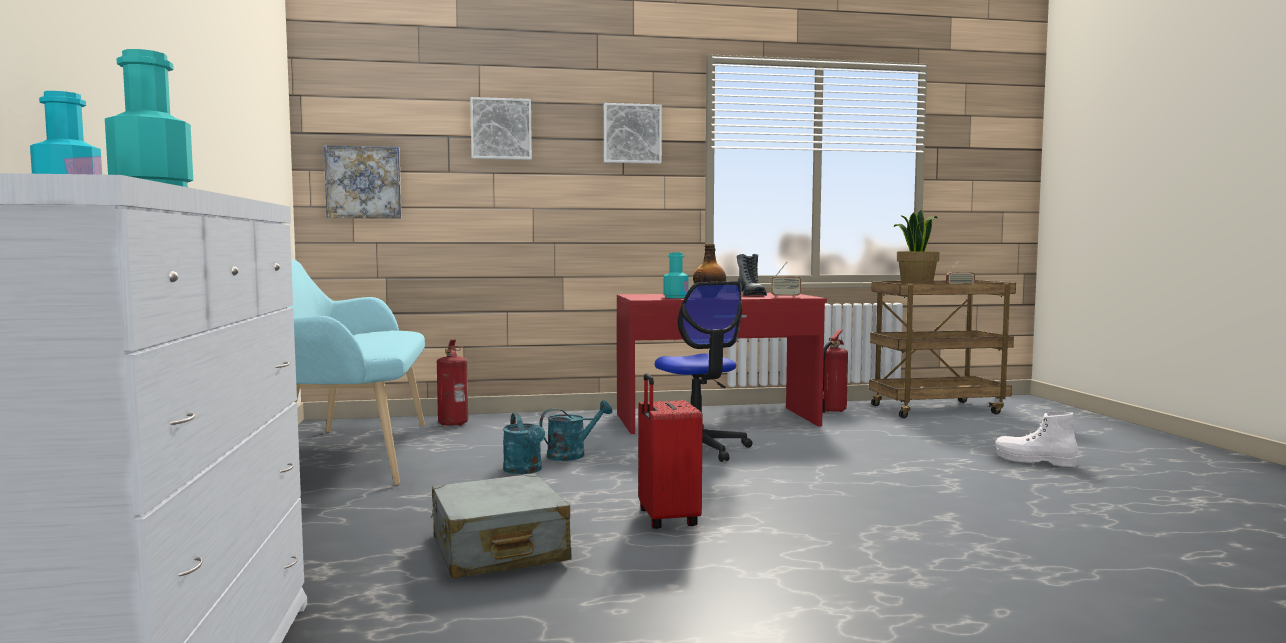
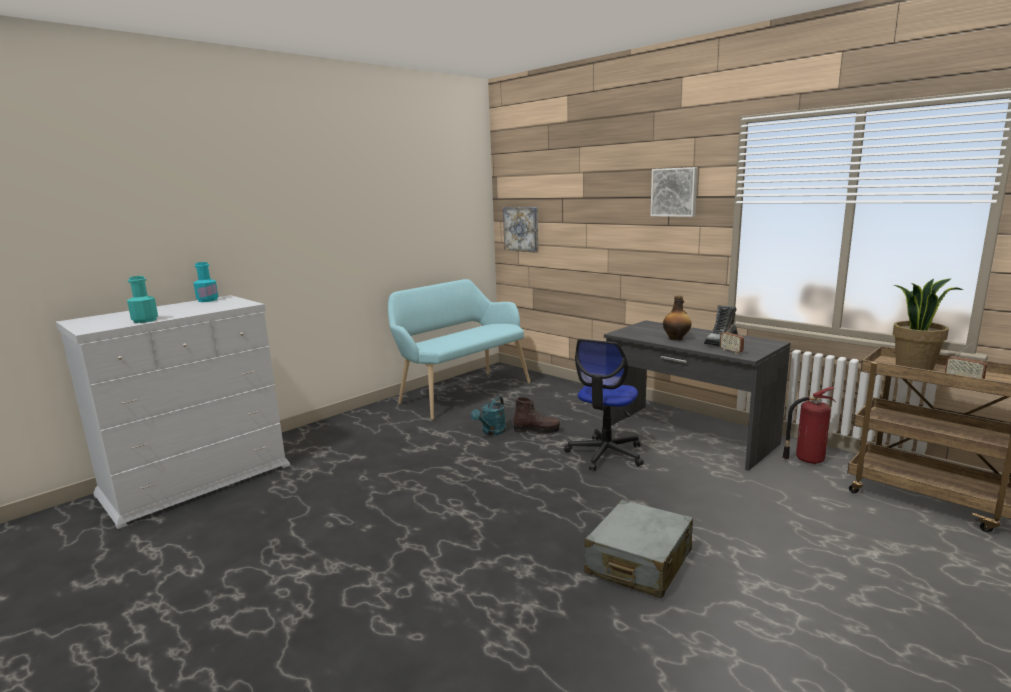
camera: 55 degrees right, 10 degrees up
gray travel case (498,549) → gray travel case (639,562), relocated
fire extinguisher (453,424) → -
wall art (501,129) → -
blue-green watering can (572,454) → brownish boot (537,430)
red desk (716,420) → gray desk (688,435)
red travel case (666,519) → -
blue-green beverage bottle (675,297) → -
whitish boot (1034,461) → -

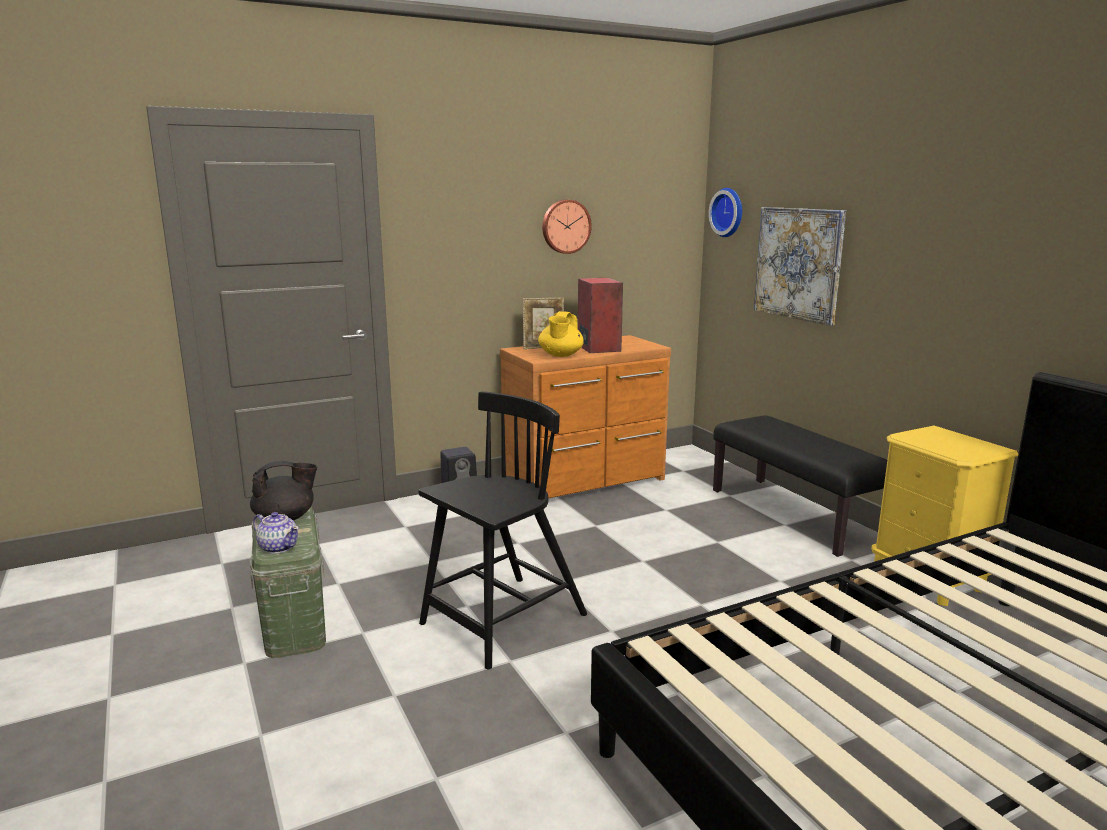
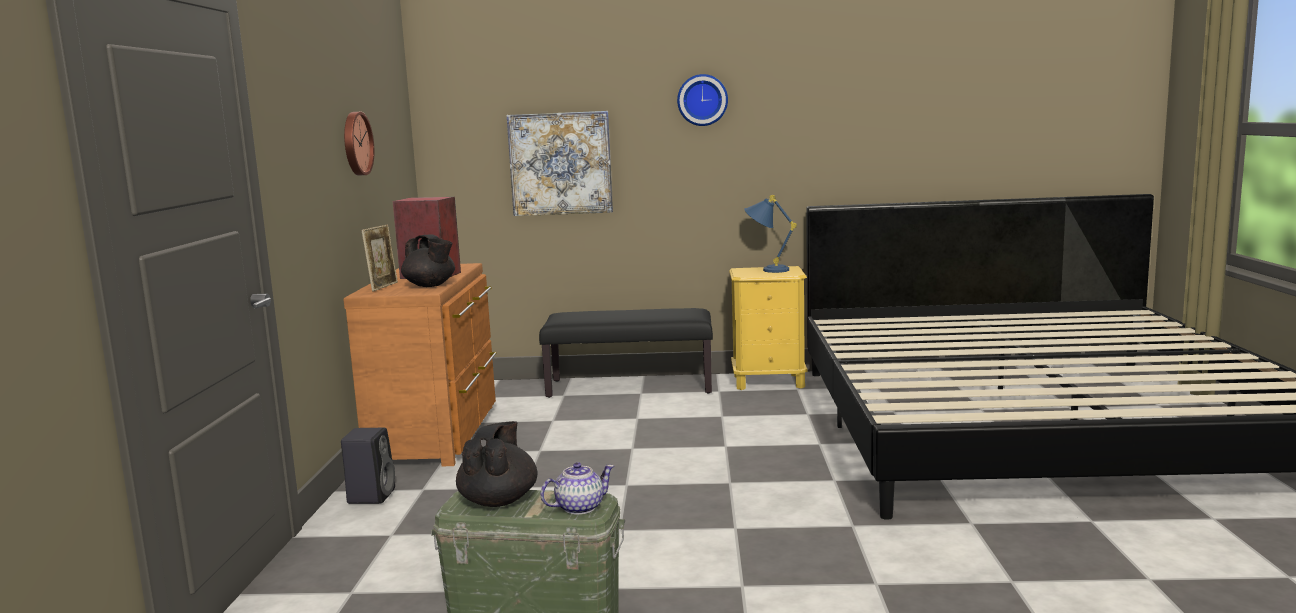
camera: 60 degrees left, 5 degrees down
blackish plain chair (502,621) → -
yellow-coloured tea pot (560,355) → blackish tea pot (430,285)
hanging clock (729,212) → hanging clock (702,100), relocated
- → bluish tabletop lamp (766,270)

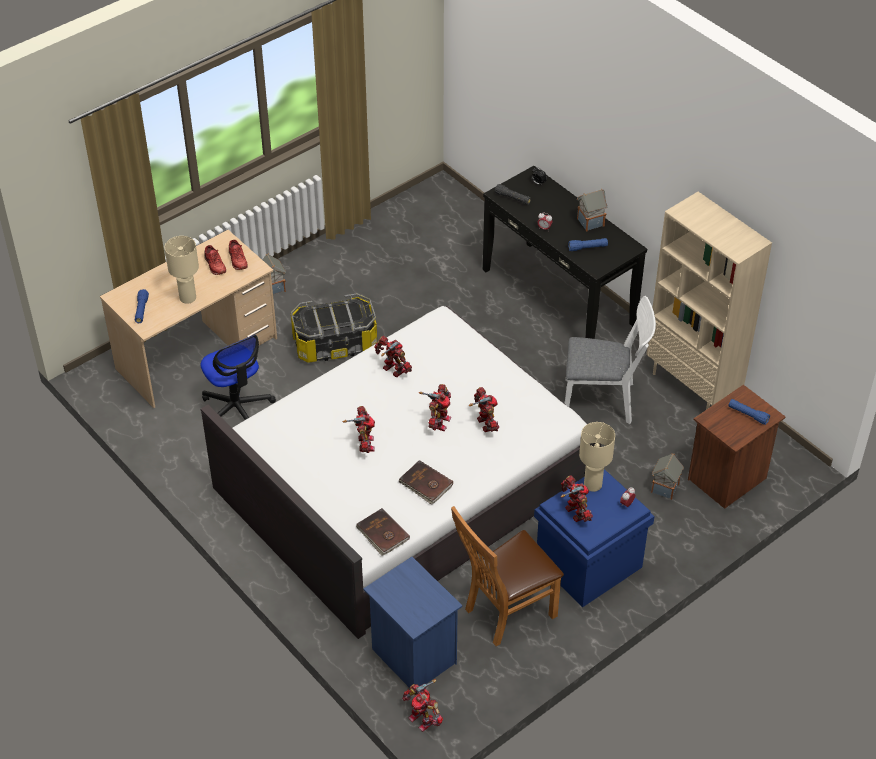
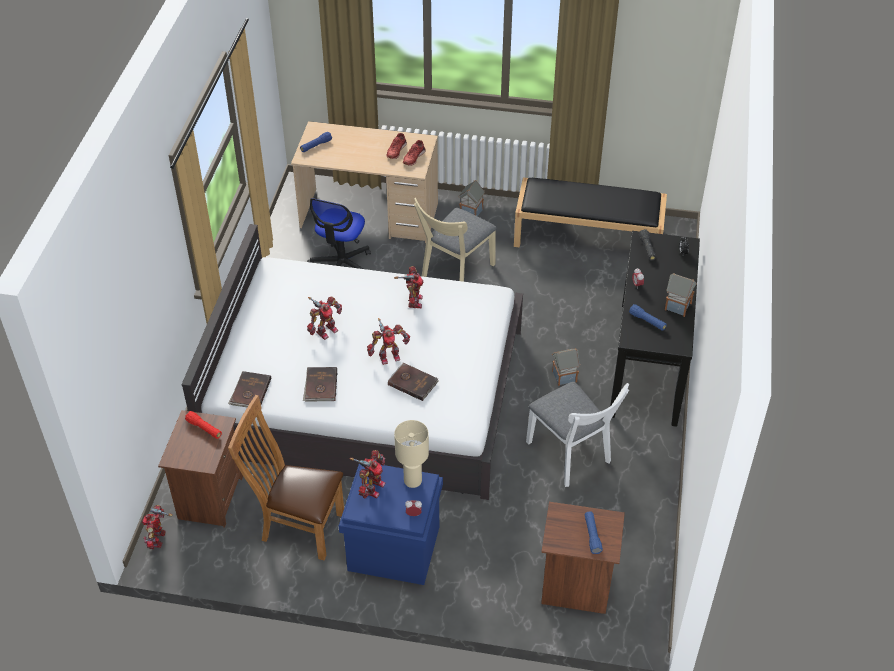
camera: 50 degrees right, 0 degrees up
beige-coloured tabletop lamp (187,297) → -
storage container (335,344) → beige-coloured plain chair (455,274)
bluish nightstand (412,657) → brownish nightstand (209,498)
robot figure (485,424) → brownish volume (413,382)
beige-coloured shelving unit (693,386) → -
toy house (665,489) → toy house (563,377), relocated
- → red torch (204,428)
- → blackish indoor bench (589,237)

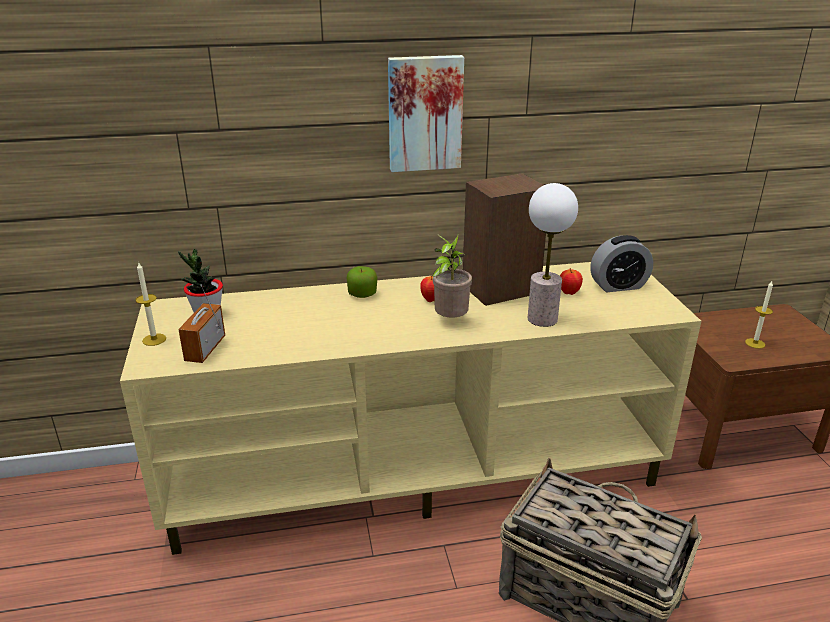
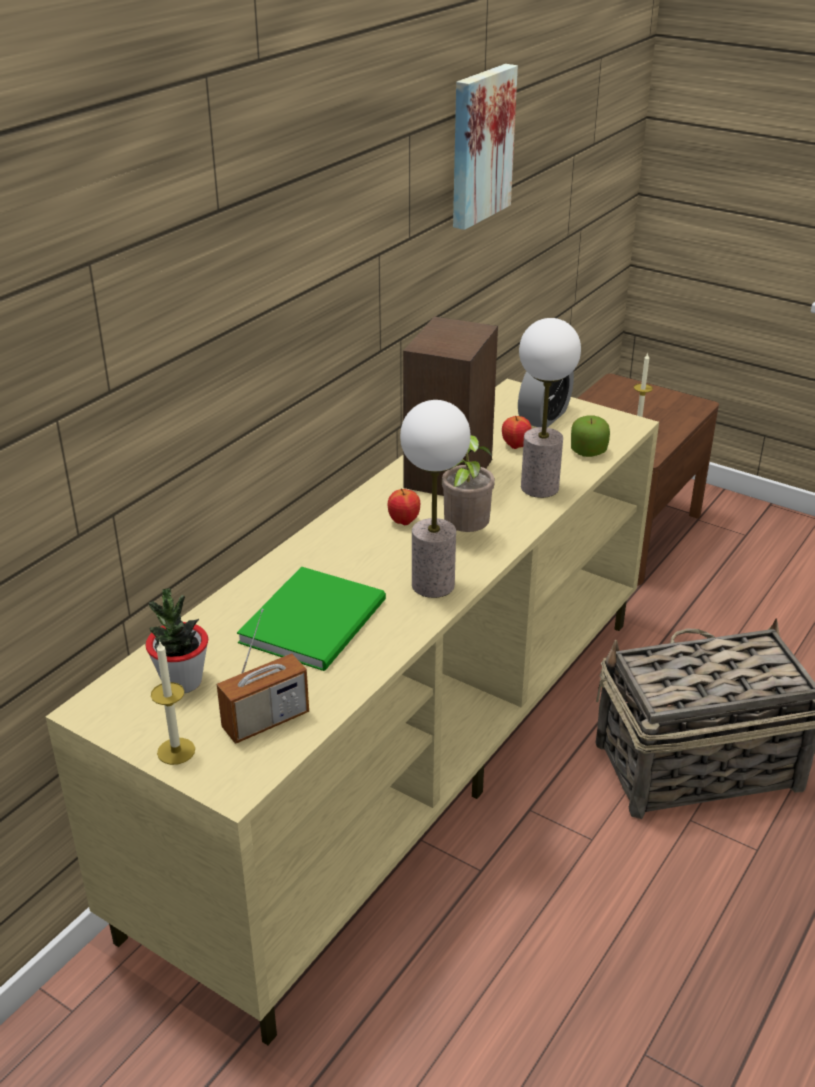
camera: 45 degrees left, 5 degrees up
radio receiver (205,349) → radio receiver (266,721), 90 degrees counterclockwise
whole apple (362,294) → whole apple (588,451), relocated
wall art (424,113) → wall art (479,145), relocated
- → green-coloured volume (318,620)
- → tabletop lamp (433,585)

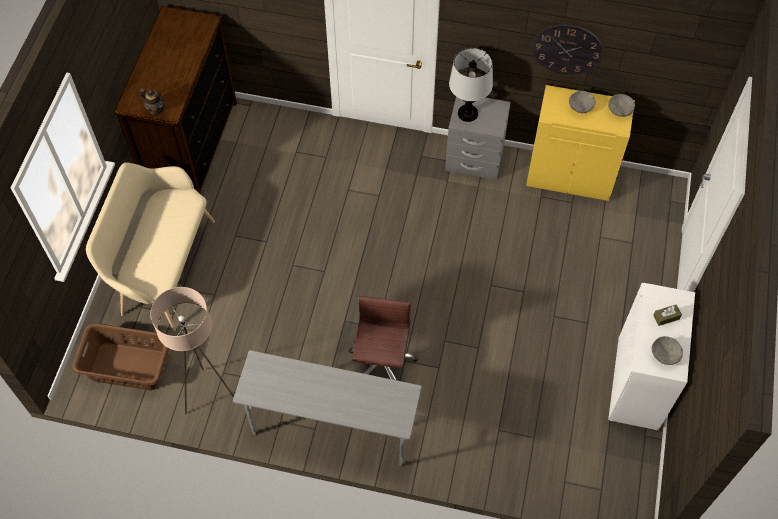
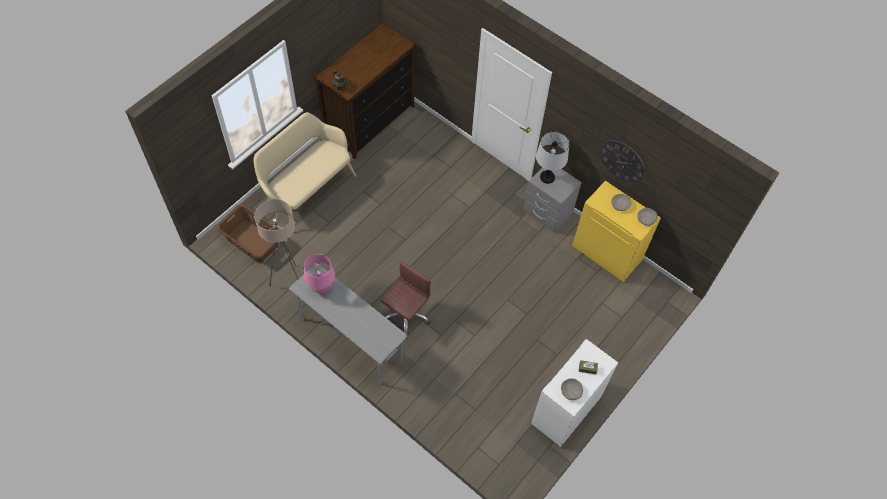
camera: 25 degrees right, 0 degrees up
- → pink-coloured tabletop lamp (321,287)

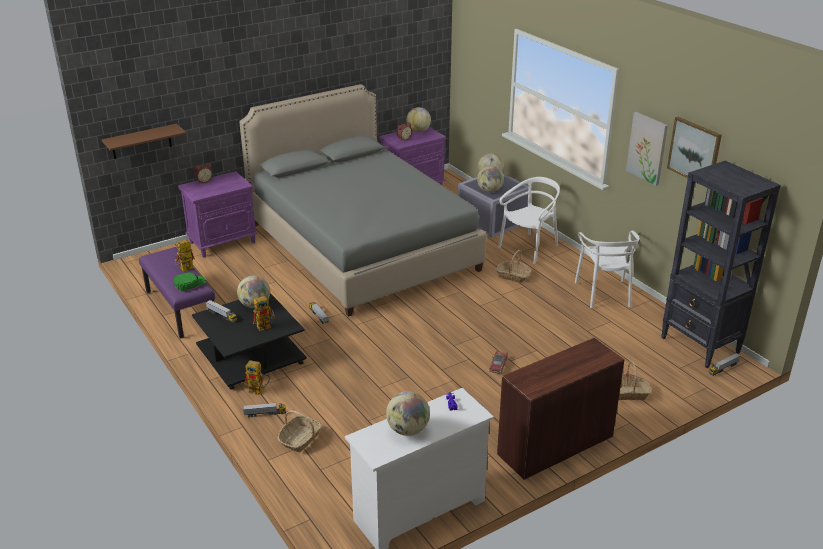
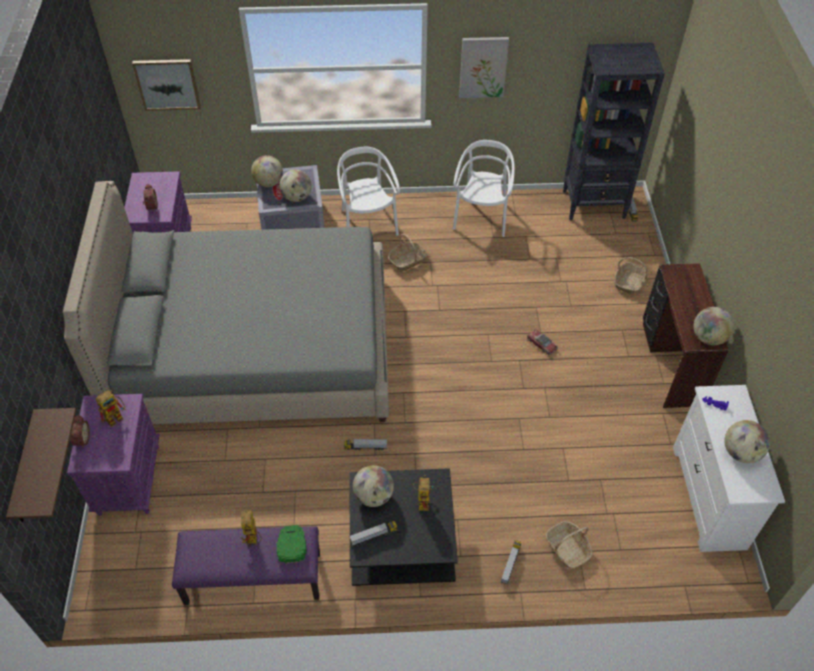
camera: 60 degrees left, 20 degrees up
robot figure (259,390) → robot figure (117,416), relocated
world globe (418,131) → world globe (708,338), relocated
whitish plain chair (604,293) → whitish plain chair (482,217), 105 degrees counterclockwise
wall art (694,151) → wall art (167,84), relocated

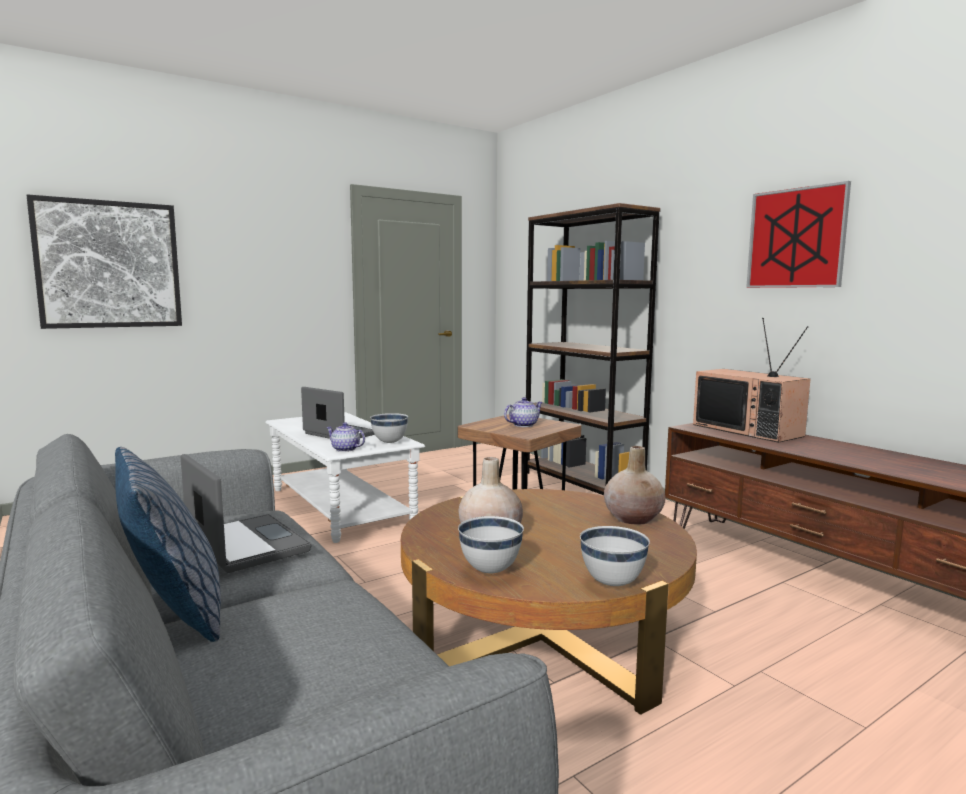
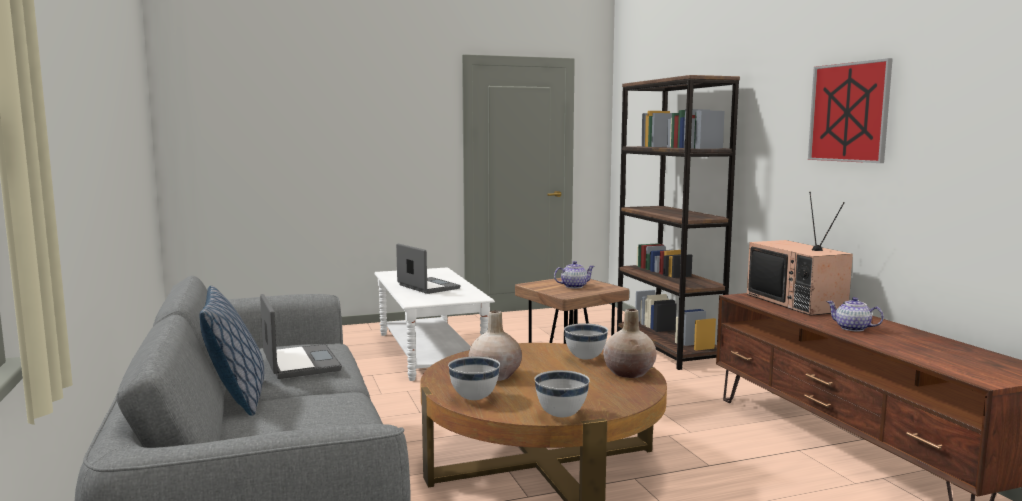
camera: 15 degrees right, 0 degrees up
wall art (109,264) → -
tea pot (345,449) → tea pot (853,328), relocated
whitish serving bowl (389,442) → whitish serving bowl (585,358), relocated

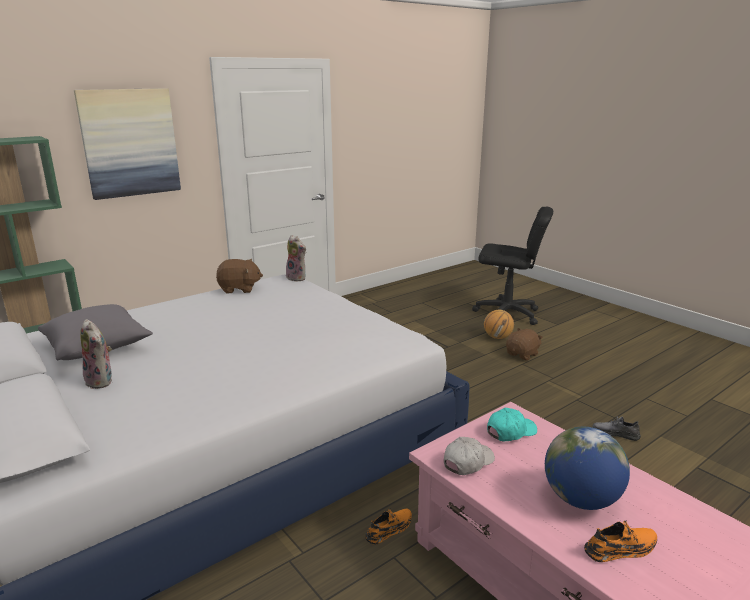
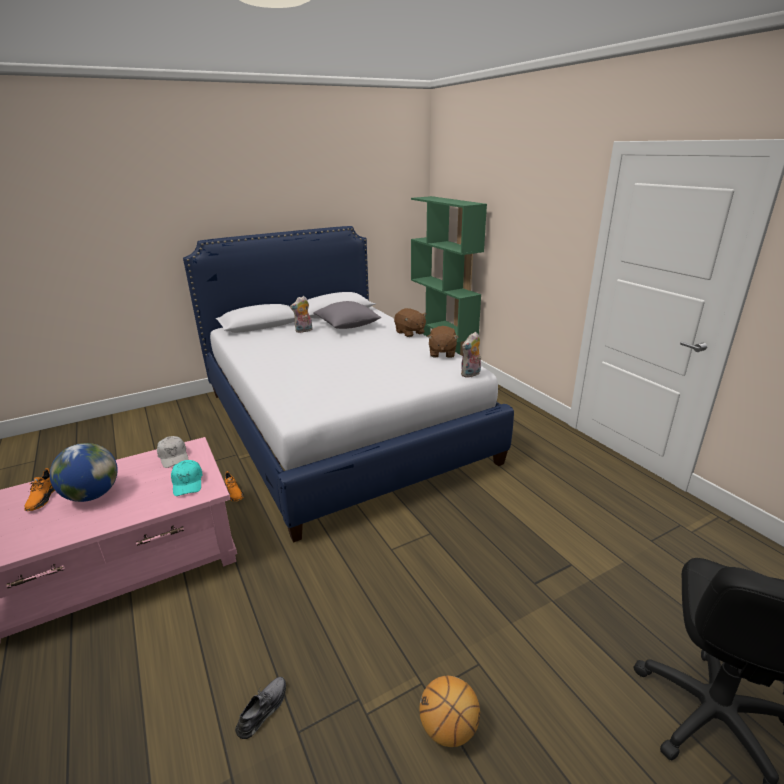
camera: 100 degrees right, 5 degrees up
wall art (130,143) → -
basketball (497,337) → basketball (448,728), relocated
brownish plush toy (522,354) → brownish plush toy (410,333), relocated

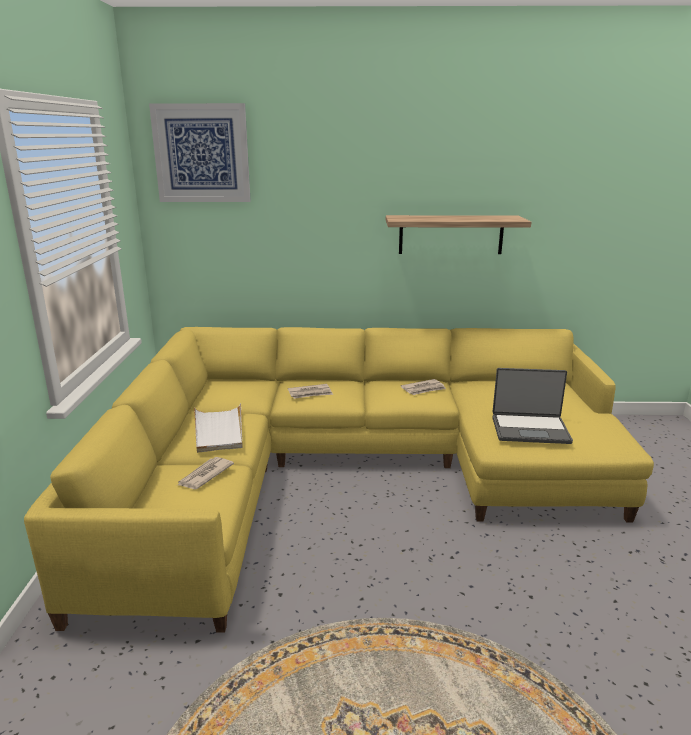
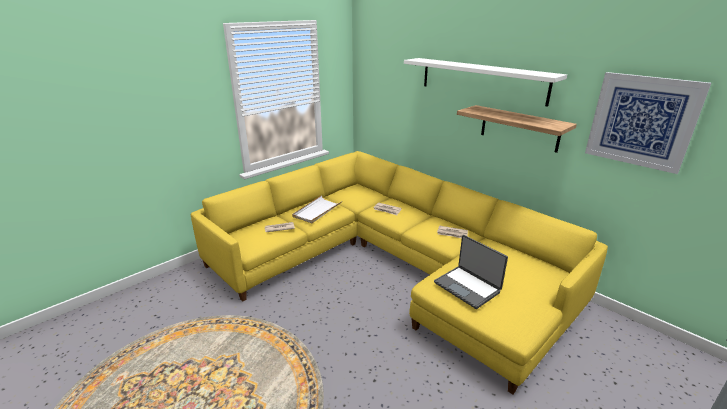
camera: 45 degrees right, 5 degrees up
wall art (201,153) → wall art (641,121), relocated
- → whitish shelf (481,80)

